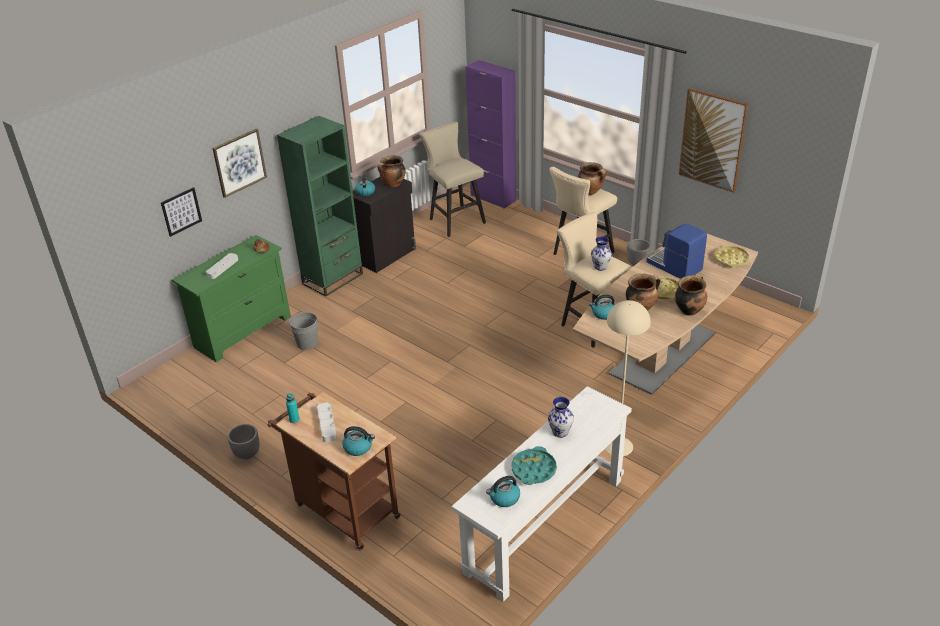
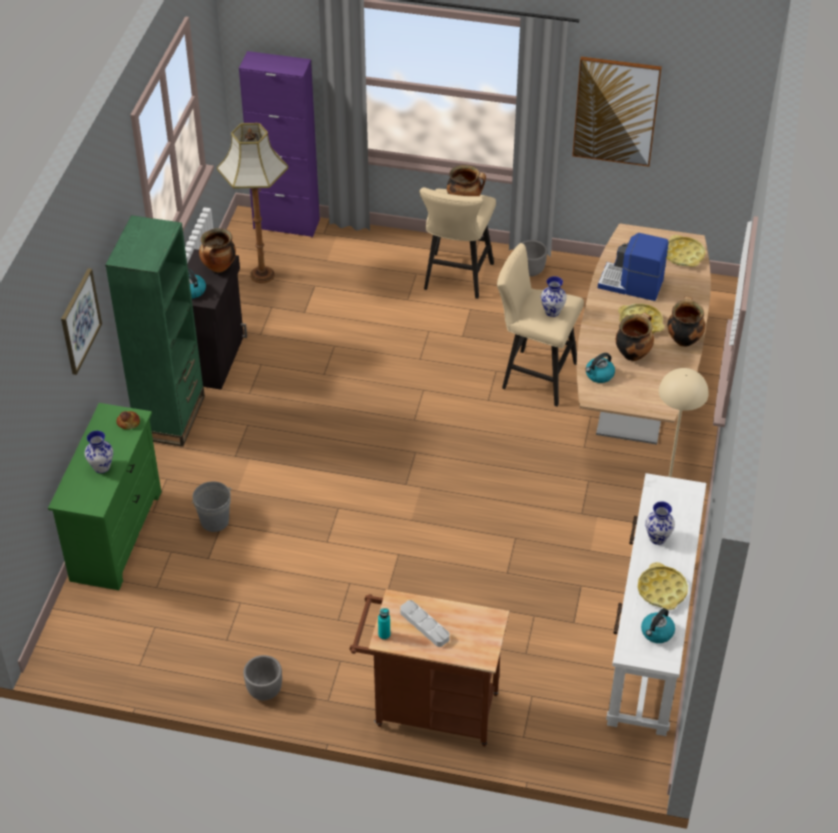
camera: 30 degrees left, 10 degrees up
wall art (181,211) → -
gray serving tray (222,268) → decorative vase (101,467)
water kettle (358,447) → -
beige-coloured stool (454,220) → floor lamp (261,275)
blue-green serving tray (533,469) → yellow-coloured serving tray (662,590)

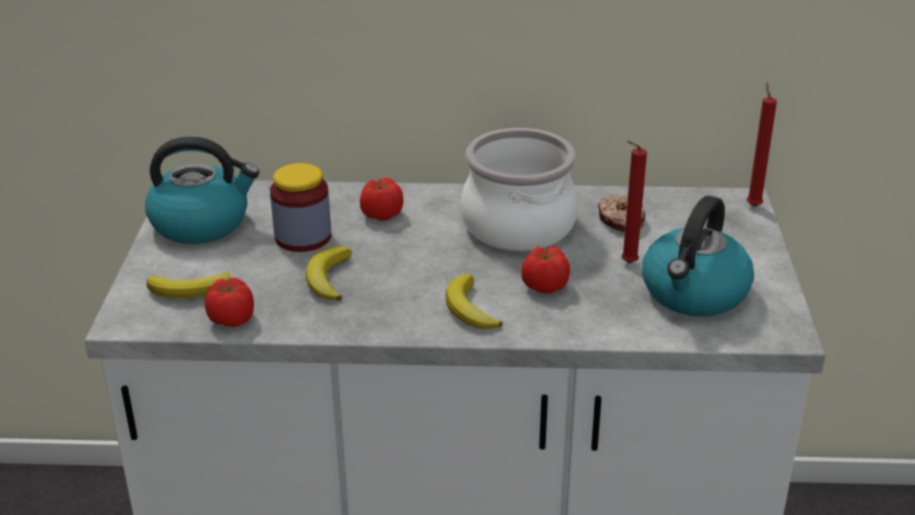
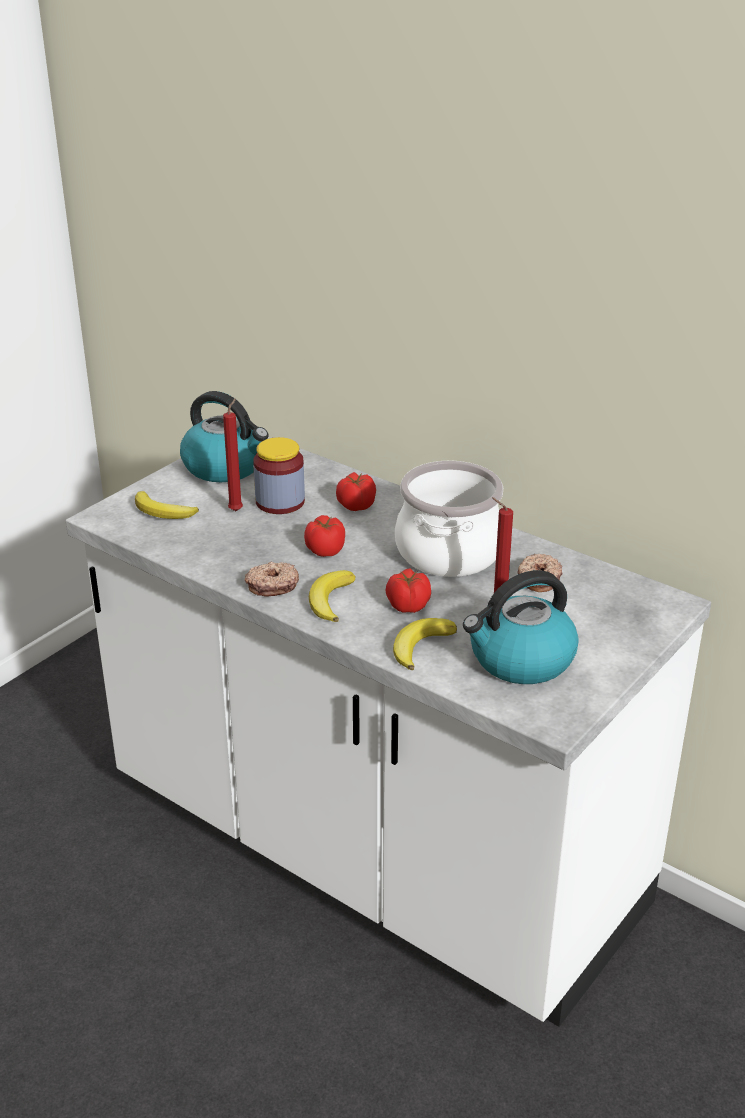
camera: 35 degrees right, 0 degrees up
whole tomato (232,318) → whole tomato (326,550), relocated
banana fruit (328,278) → banana fruit (420,646), relocated
red wax candle (753,205) → red wax candle (237,510), relocated
- → ring doughnut (272,585)

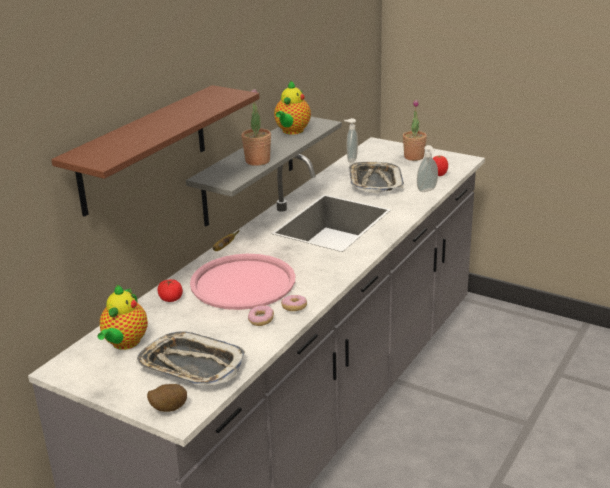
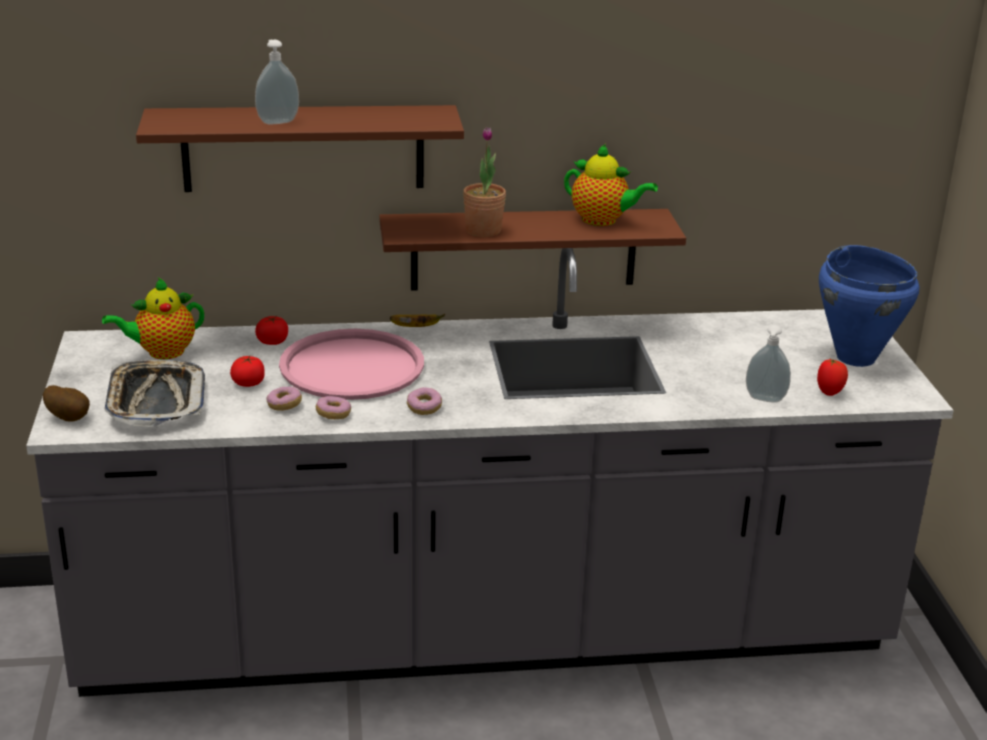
camera: 50 degrees right, 0 degrees up
gray shelf (249,170) → brownish shelf (524,249)
tea pot (292,131) → tea pot (603,220), 135 degrees counterclockwise
liquid soap bottle (351,160) → liquid soap bottle (277,121), relocated
serving tray (374,182) → -
plant in a pot (414,157) → bluish cooking pot (856,357)
- → whole tomato (248,382)
- → ring doughnut (424,408)

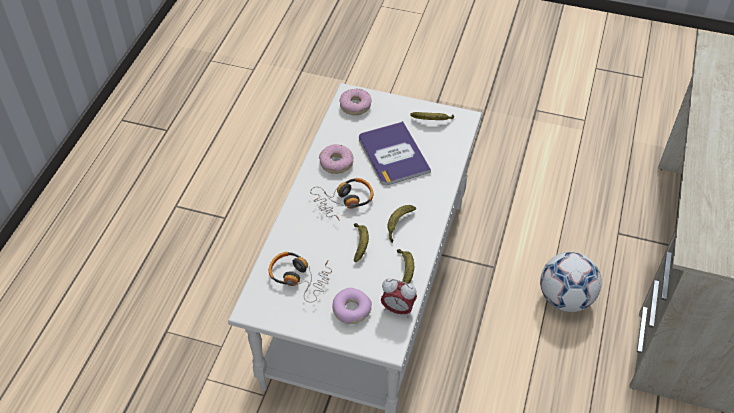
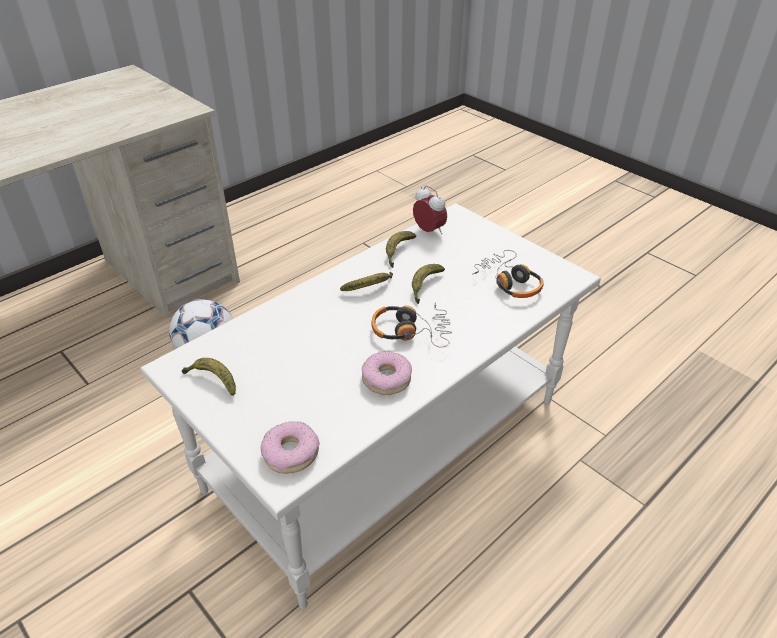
camera: 150 degrees left, 10 degrees down
ring doughnut (351,310) → -
volume (393,154) → -

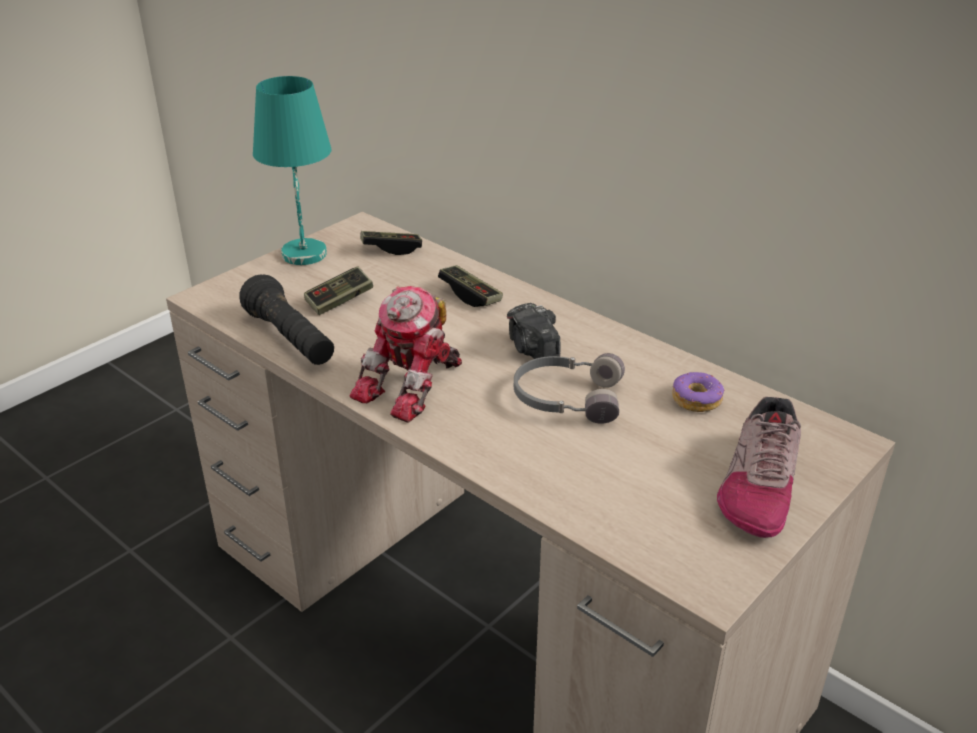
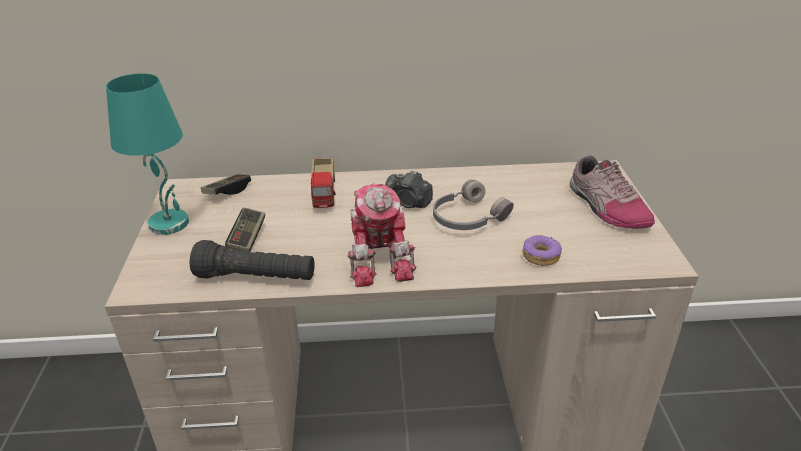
camera: 45 degrees left, 0 degrees up
game controller (470,295) → toy truck (325,193)
ring doughnut (696,399) → ring doughnut (540,256), relocated

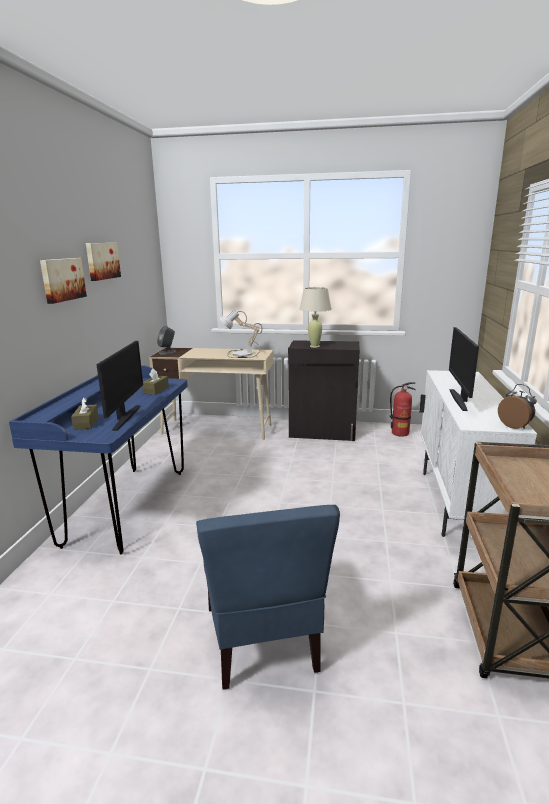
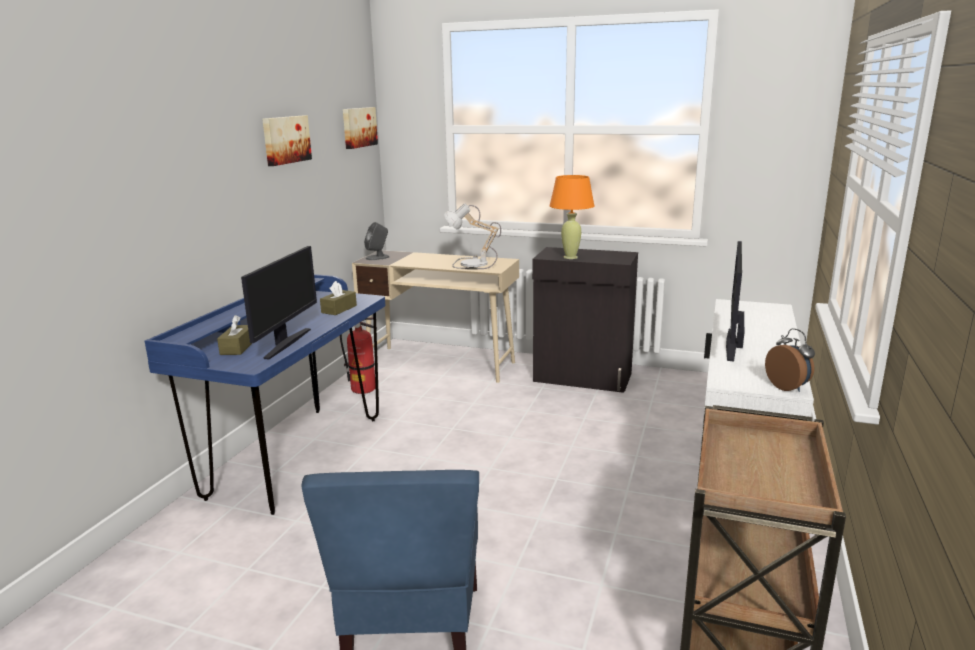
camera: 10 degrees right, 0 degrees up
wall art (62,279) → wall art (358,127), relocated
beige-coloured tabletop lamp (314,346) → orange tabletop lamp (570,257)
fire extinguisher (400,433) → fire extinguisher (363,389), relocated

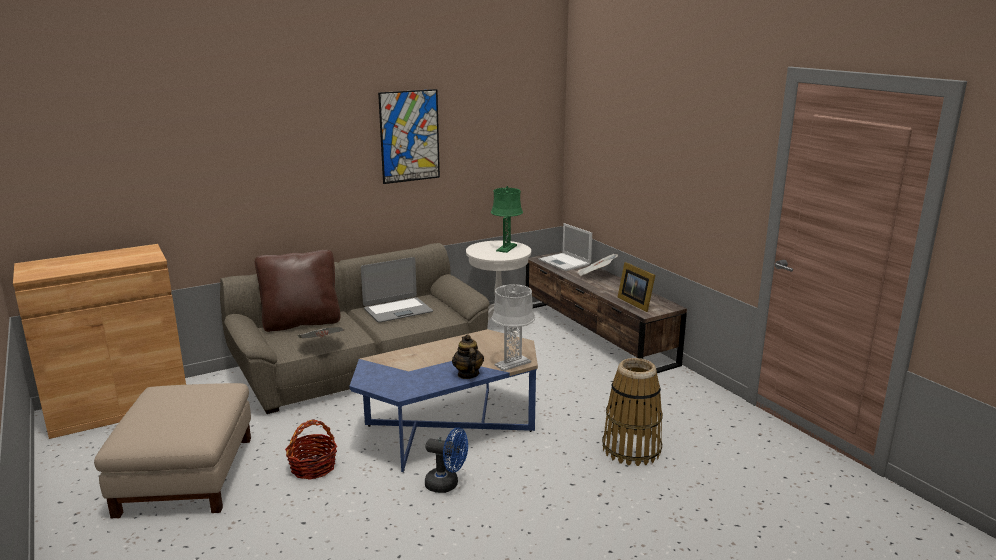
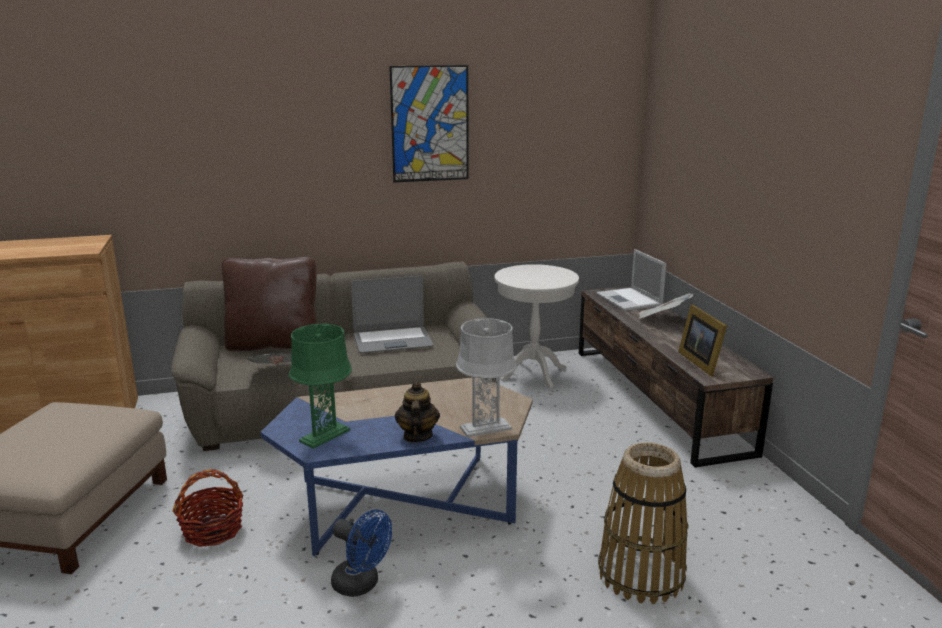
camera: 15 degrees right, 0 degrees up
green-coloured tabletop lamp (506,248) → green-coloured tabletop lamp (324,436), relocated

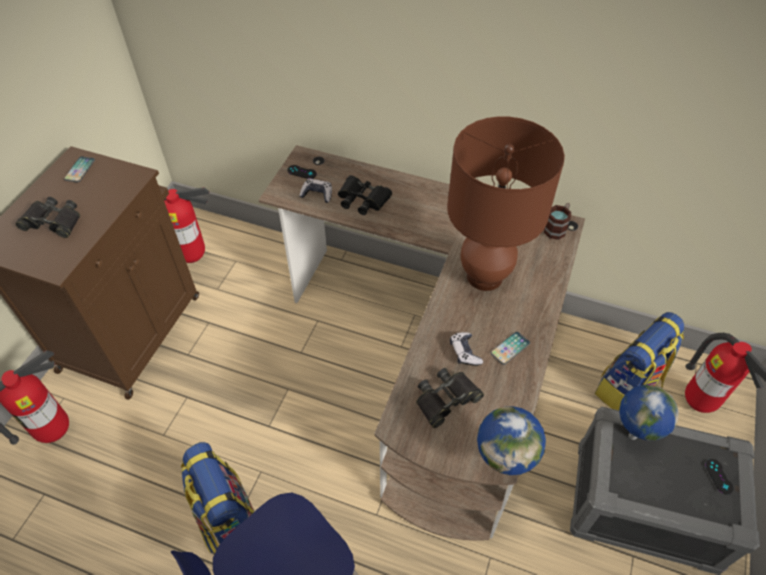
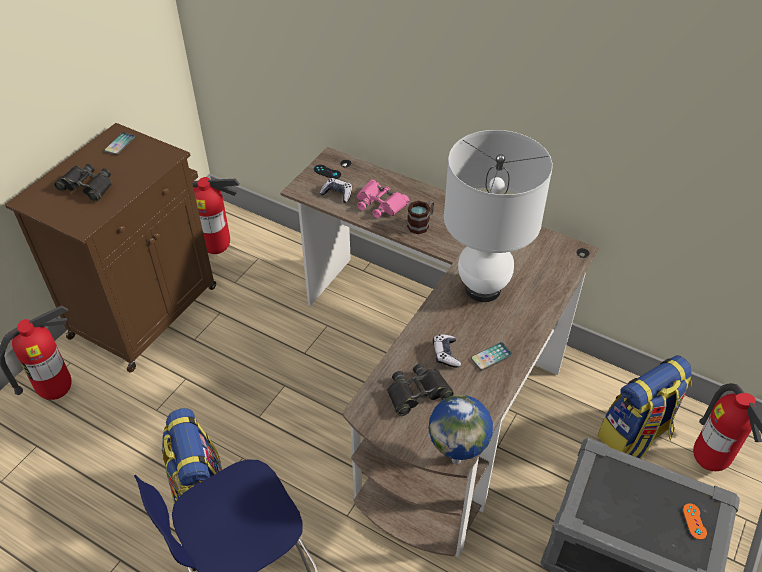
camera: 10 degrees right, 5 degrees down
blackish binoculars (362,199) → pink-coloured binoculars (380,204)
brownish tabletop lamp (484,276) → whitish tabletop lamp (482,288)
mug (557,228) → mug (421,224), relocated
world globe (631,435) → -
blackish game controller (719,476) → orange game controller (694,521)

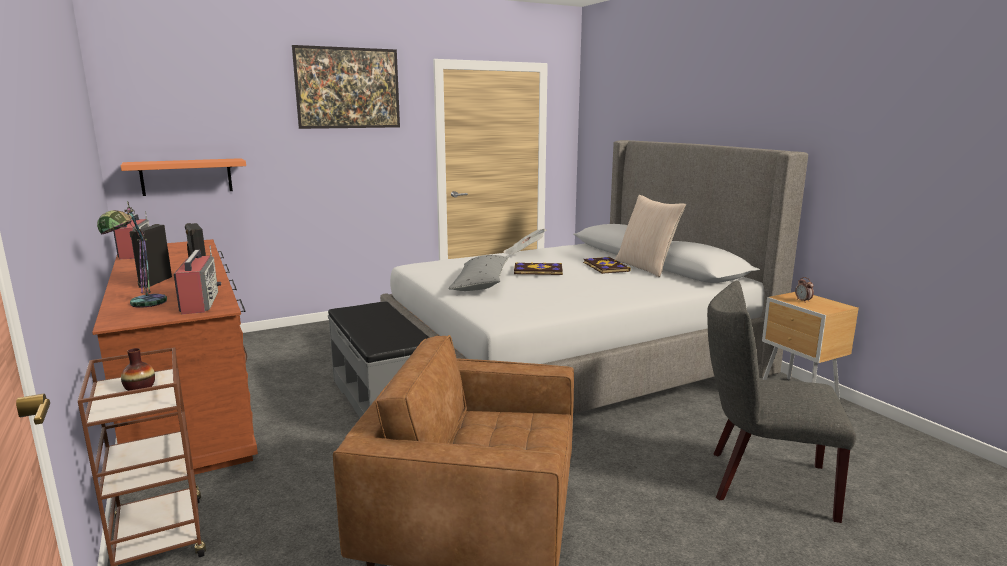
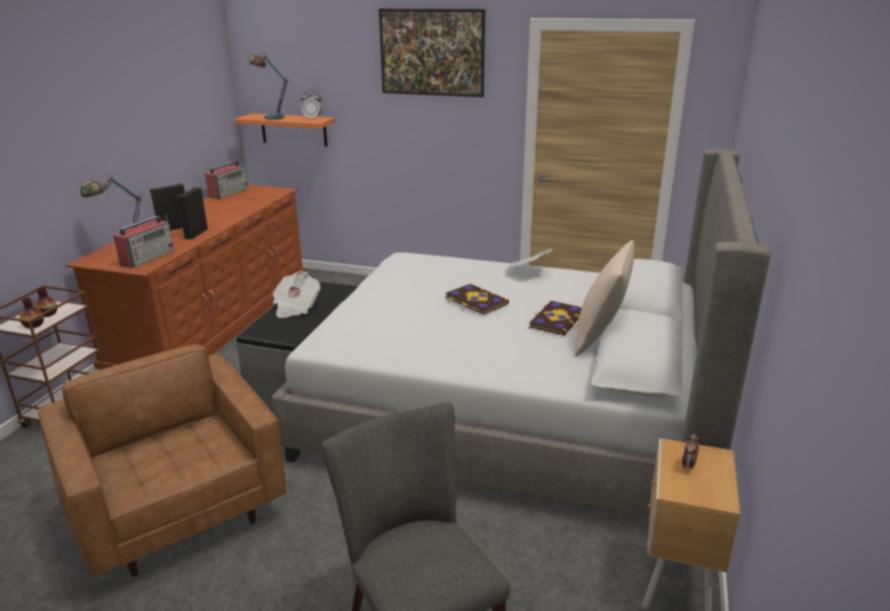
camera: 45 degrees right, 10 degrees up
gray cushion (480,283) → -
- → decorative vase (34,325)
- → tabletop lamp (271,117)
- → daily paper (295,307)
- → bedside clock (312,118)

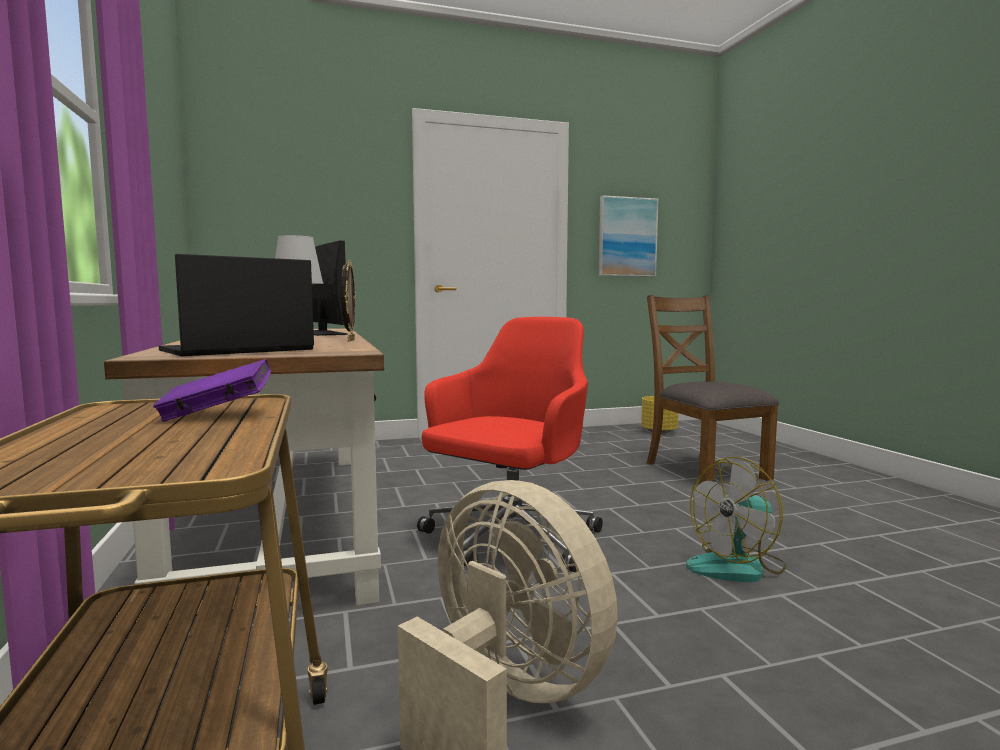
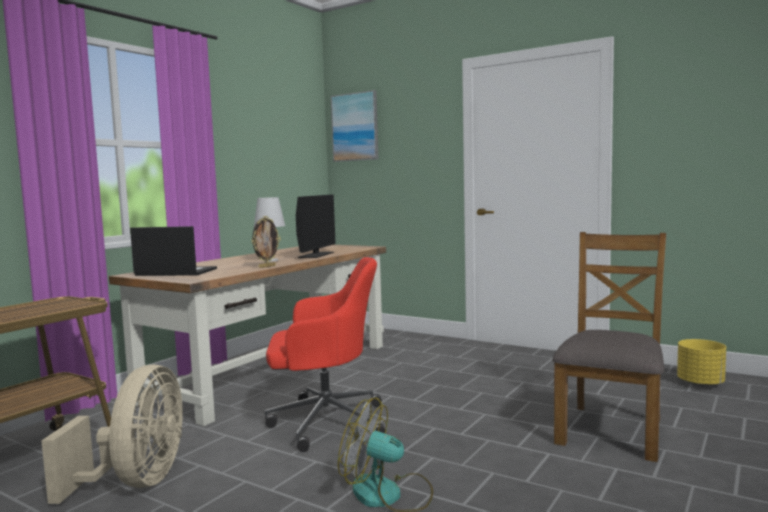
camera: 50 degrees right, 0 degrees up
purplish volume (217,415) → -
wall art (627,237) → wall art (355,127), relocated

